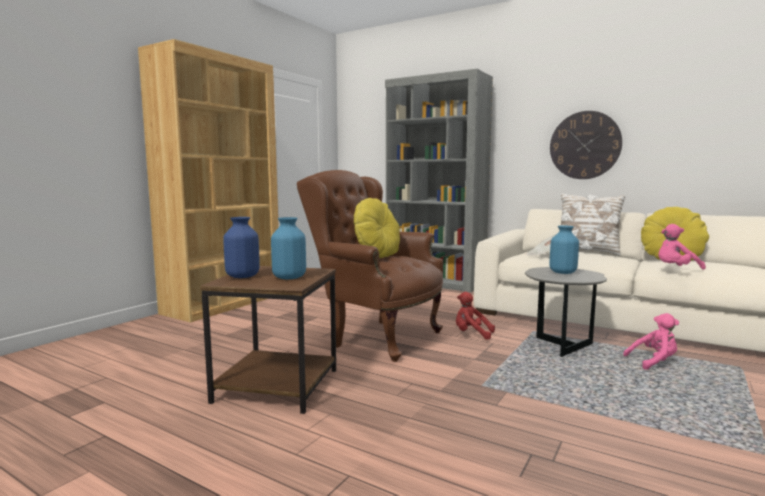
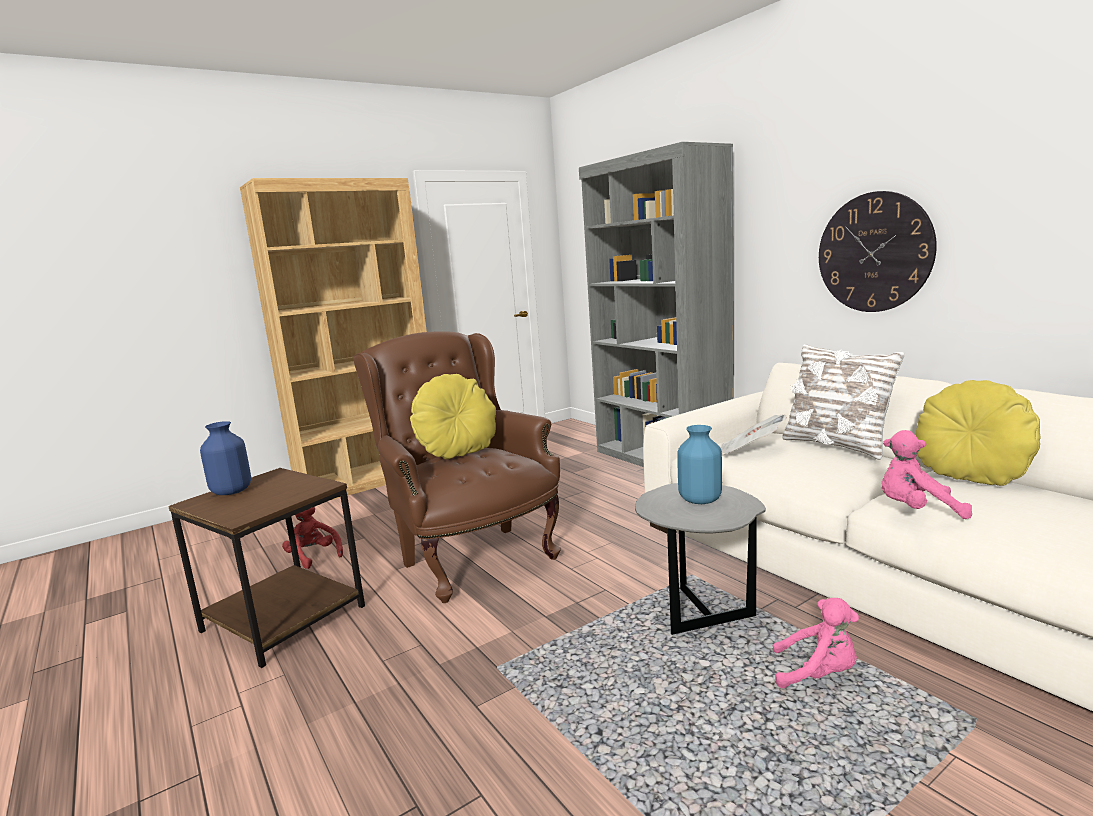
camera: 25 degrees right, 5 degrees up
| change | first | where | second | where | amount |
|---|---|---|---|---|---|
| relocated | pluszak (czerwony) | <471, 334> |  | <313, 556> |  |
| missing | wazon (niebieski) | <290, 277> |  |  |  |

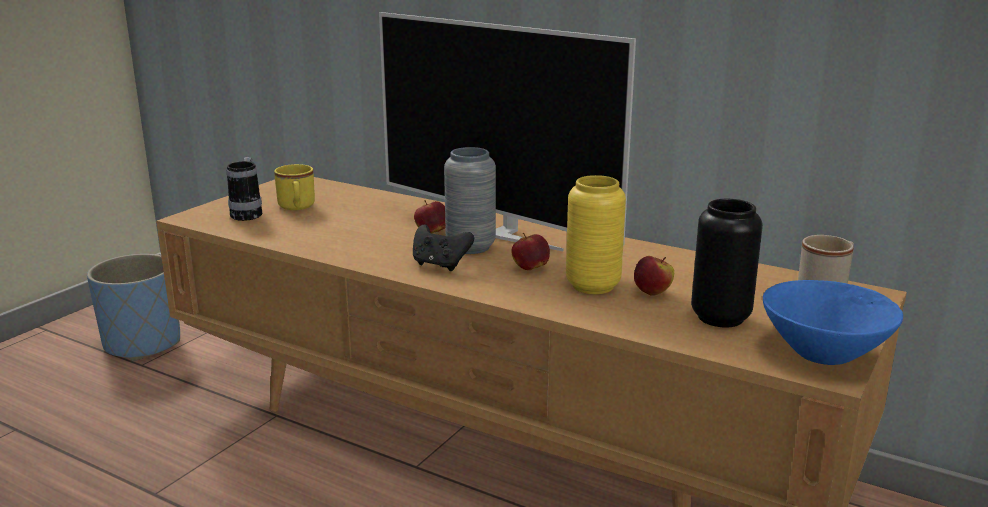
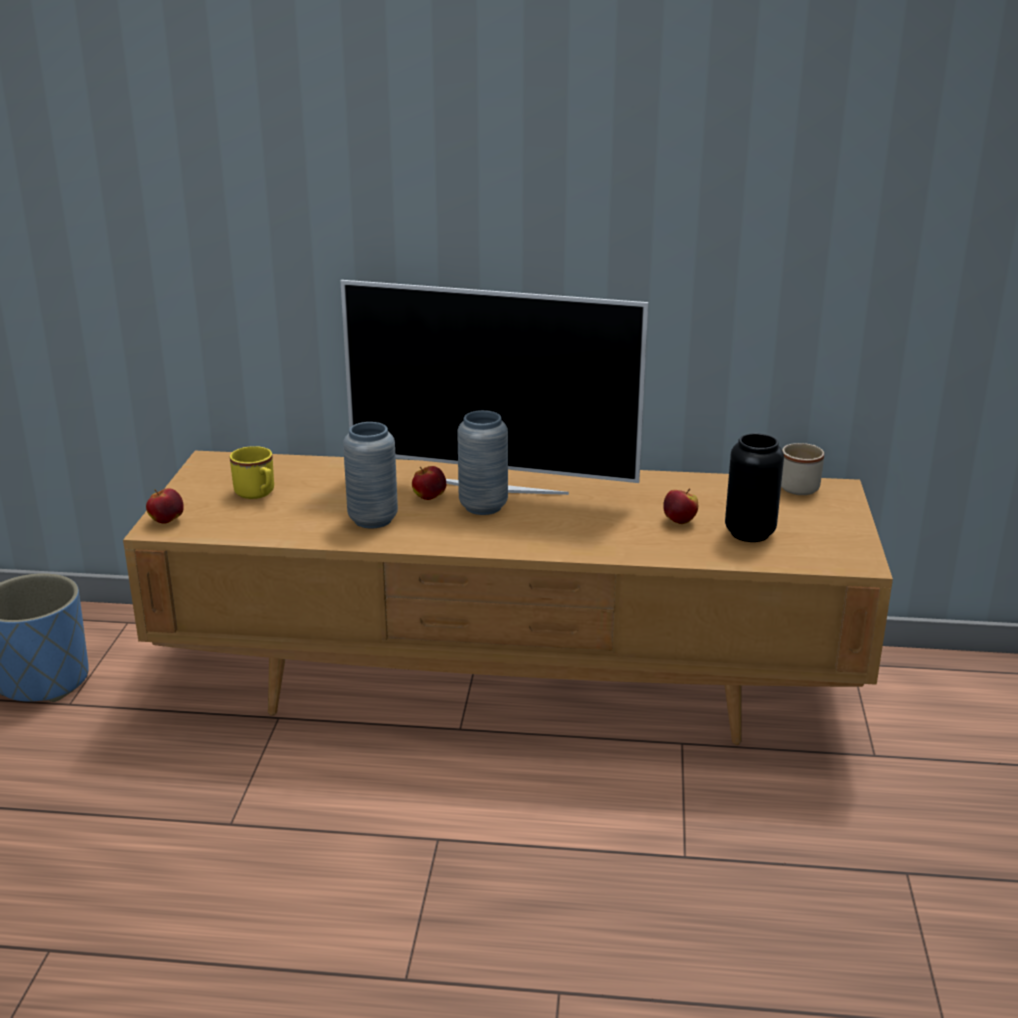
camera: 25 degrees left, 5 degrees up
| change | first | where | second | where | amount |
|---|---|---|---|---|---|
| relocated | jabłko | <530, 268> |  | <167, 521> |  |
| appeared |  |  | wazon (szary) | <373, 520> |  |
| missing | kubek | <248, 213> |  |  |  |
| missing | pad do gier (czarny) | <440, 265> |  |  |  |
| missing | wazon (żółty) | <593, 286> |  |  |  |
| missing | miska (niebieski) | <826, 354> |  |  |  |

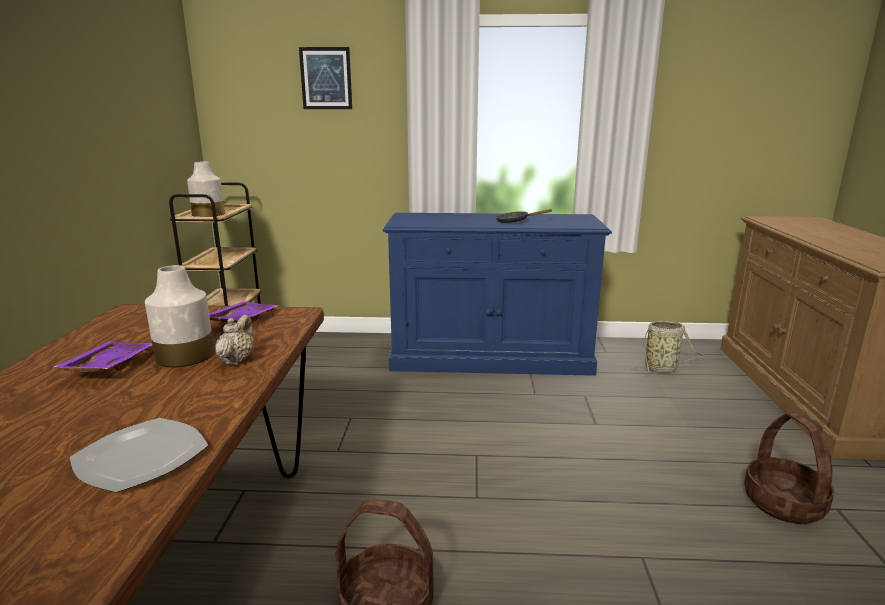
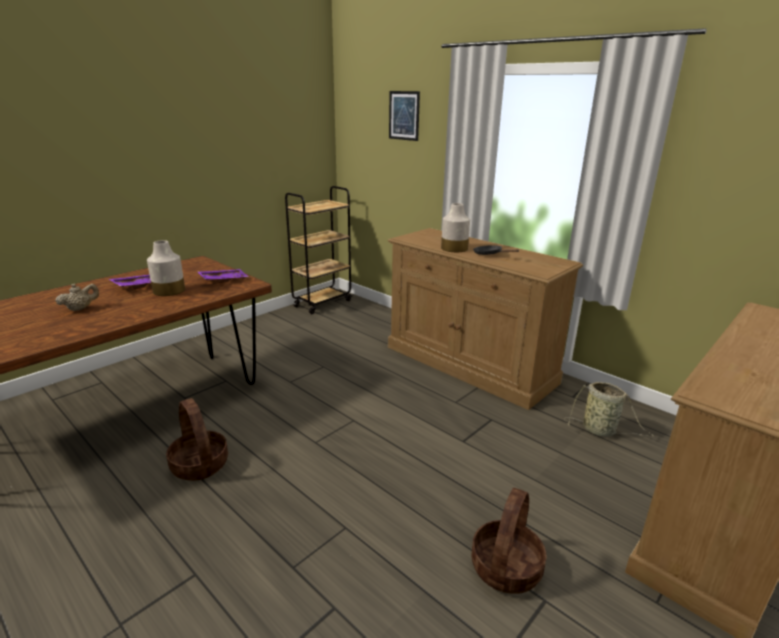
camera: 40 degrees right, 5 degrees up
| change | first | where | second | where | amount |
|---|---|---|---|---|---|
| relocated | imbryk (beżowy) | <237, 360> |  | <80, 309> |  |
| colour | szafka (niebieski) | <492, 358> | szafka (brązowy) | <469, 365> |  |
| relocated | wazon (beżowy) | <208, 214> |  | <454, 248> |  |
| missing | talerz | <143, 457> |  |  |  |

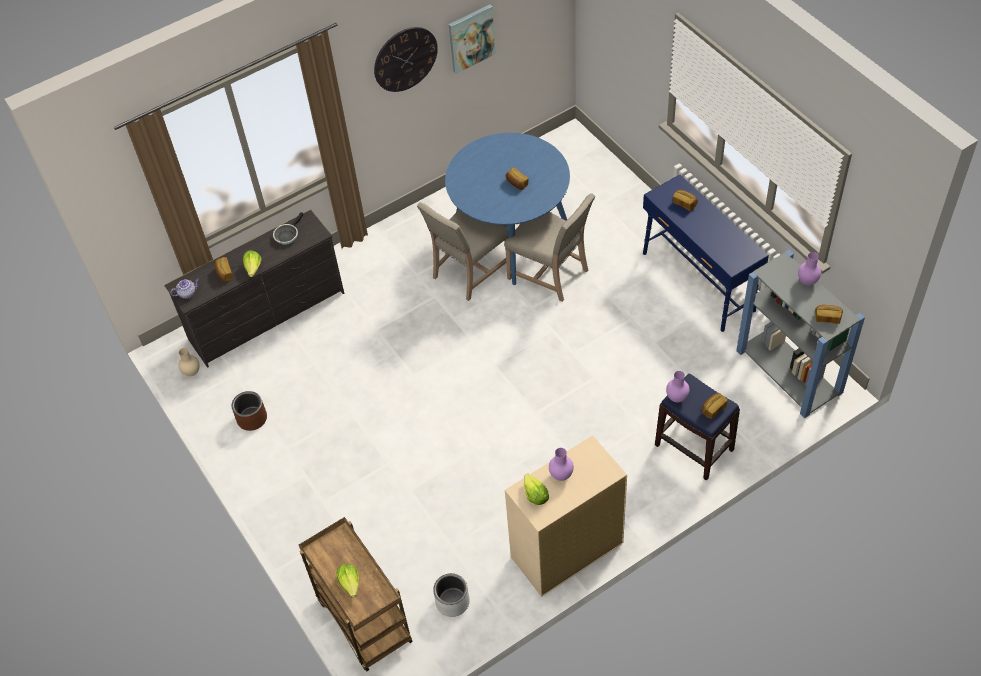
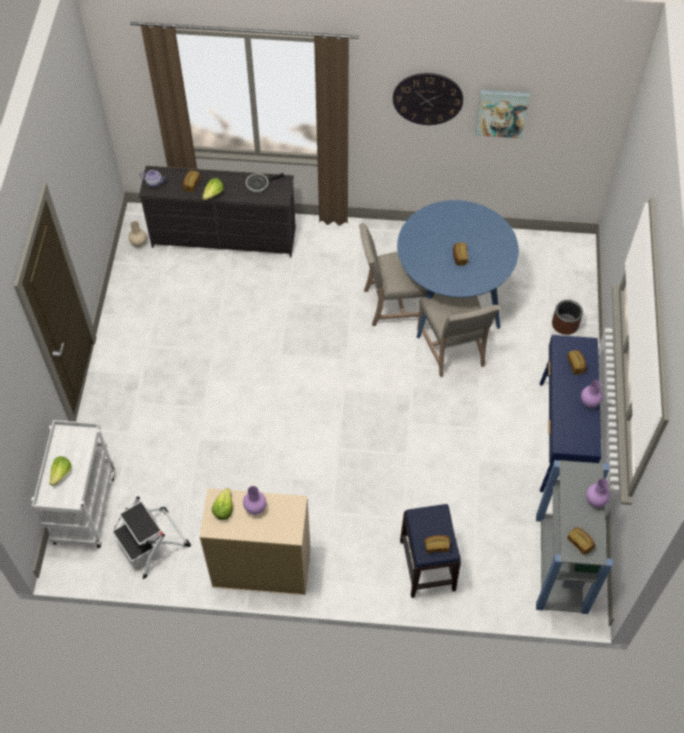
camera: 35 degrees right, 5 degrees up
| change | first | where | second | where | amount |
|---|---|---|---|---|---|
| colour | wózek (brązowy) | <362, 620> | wózek (biały) | <84, 507> |  |
| exchanged | donica (szary) | <453, 601> | drabinka | <151, 542> |  |
| relocated | donica (brązowy) | <252, 418> |  | <565, 324> |  |
| relocated | wazon (fioletowy) | <677, 397> |  | <589, 403> |  |

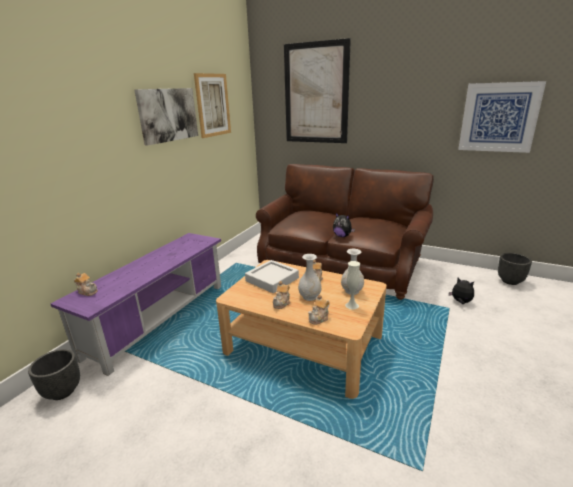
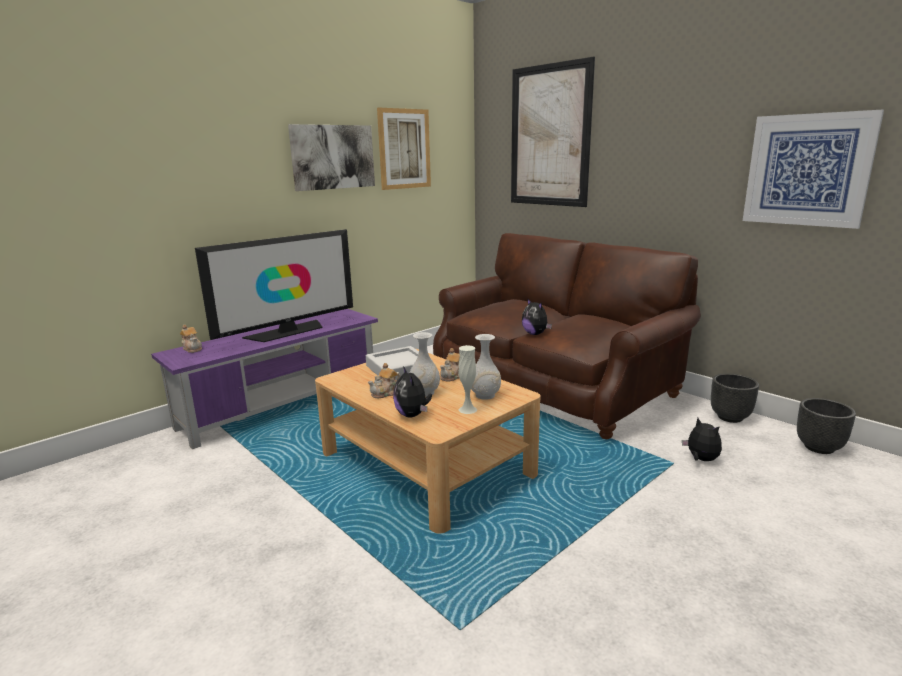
camera: 20 degrees right, 5 degrees down
| change | first | where | second | where | amount |
|---|---|---|---|---|---|
| appeared |  |  | telewizor | <288, 331> |  |
| exchanged | imbryk | <319, 318> | pluszak | <412, 415> |  |
| relocated | donica (czarny) | <63, 391> |  | <730, 417> |  |

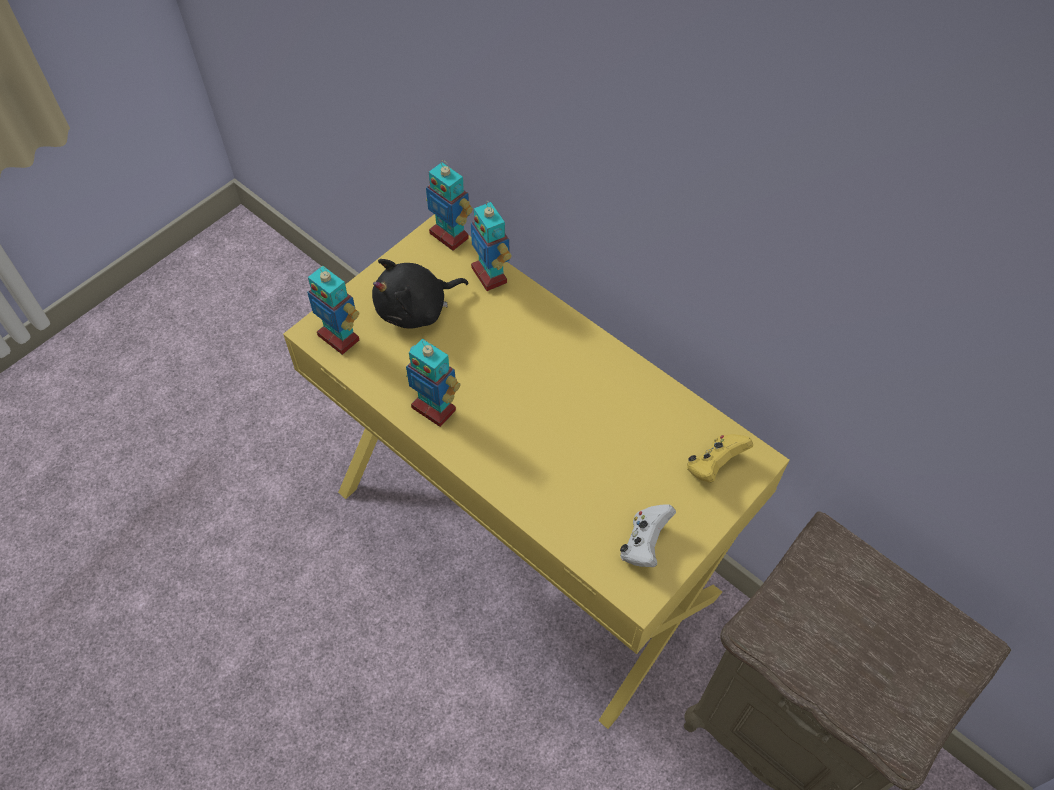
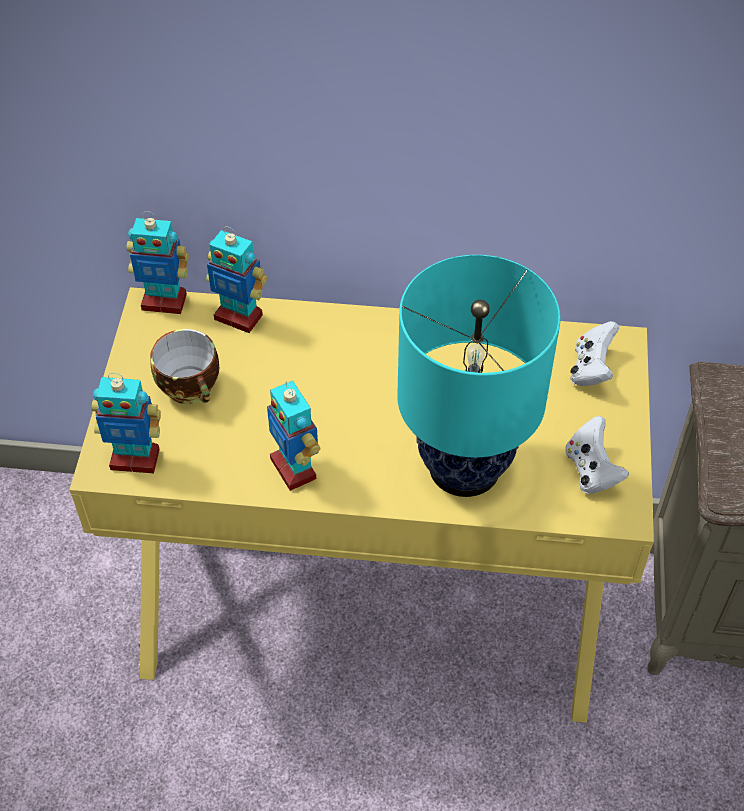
camera: 35 degrees left, 5 degrees down
| change | first | where | second | where | amount |
|---|---|---|---|---|---|
| exchanged | pluszak (czarny) | <416, 309> | filiżanka | <192, 388> |  |
| spun | robot zabawkowy | <434, 408> |  | <294, 468> | 60 degrees clockwise |
| appeared |  |  | lampa stołowa (turkusowy) | <464, 468> |  |
| colour | pad do gier (żółty) | <714, 466> | pad do gier (biały) | <591, 369> |  |

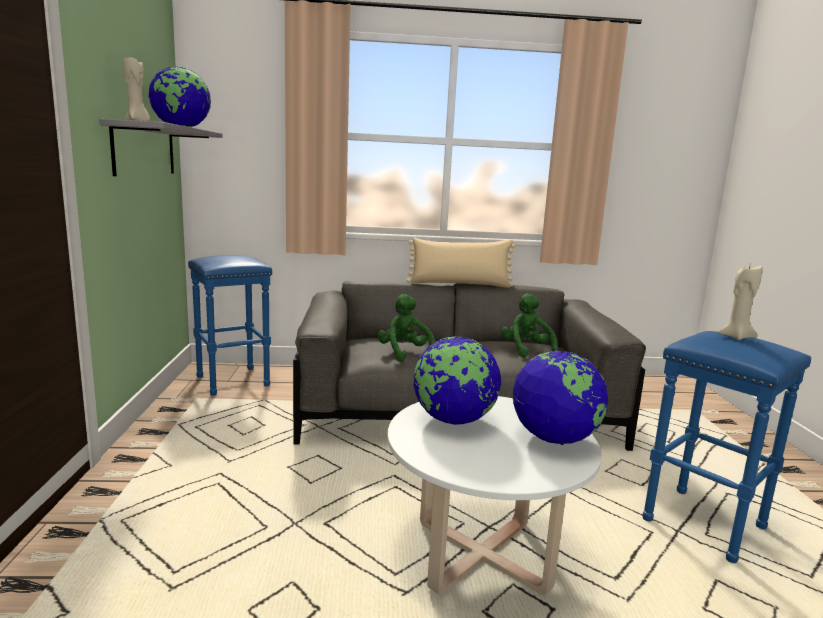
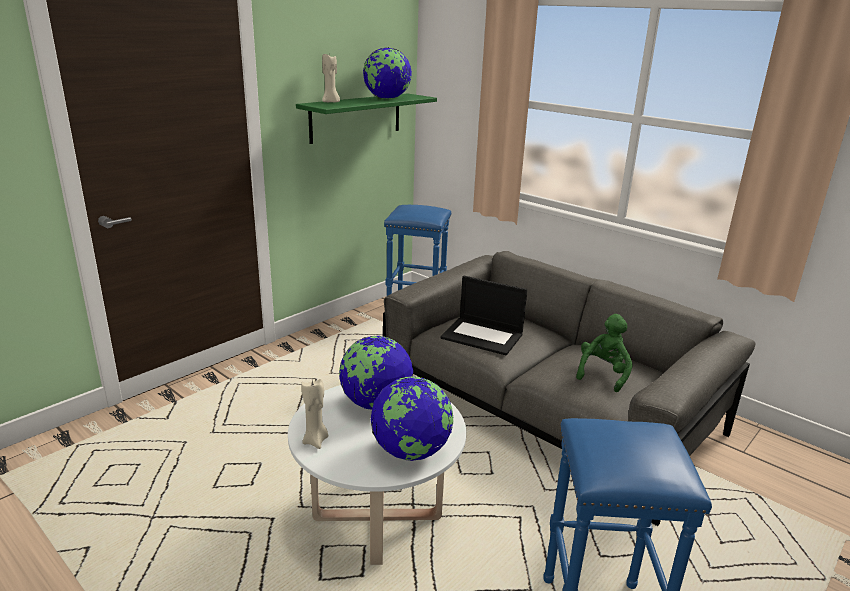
camera: 45 degrees right, 10 degrees up
| change | first | where | second | where | amount |
|---|---|---|---|---|---|
| colour | półka (szary) | <144, 150> | półka (zielony) | <356, 117> |  |
| relocated | świeca (beżowy) | <735, 337> |  | <316, 441> |  |
| exchanged | pluszak (zielony) | <404, 353> | laptop | <483, 336> |  |
| missing | poduszka (beżowy) | <460, 284> |  |  |  |

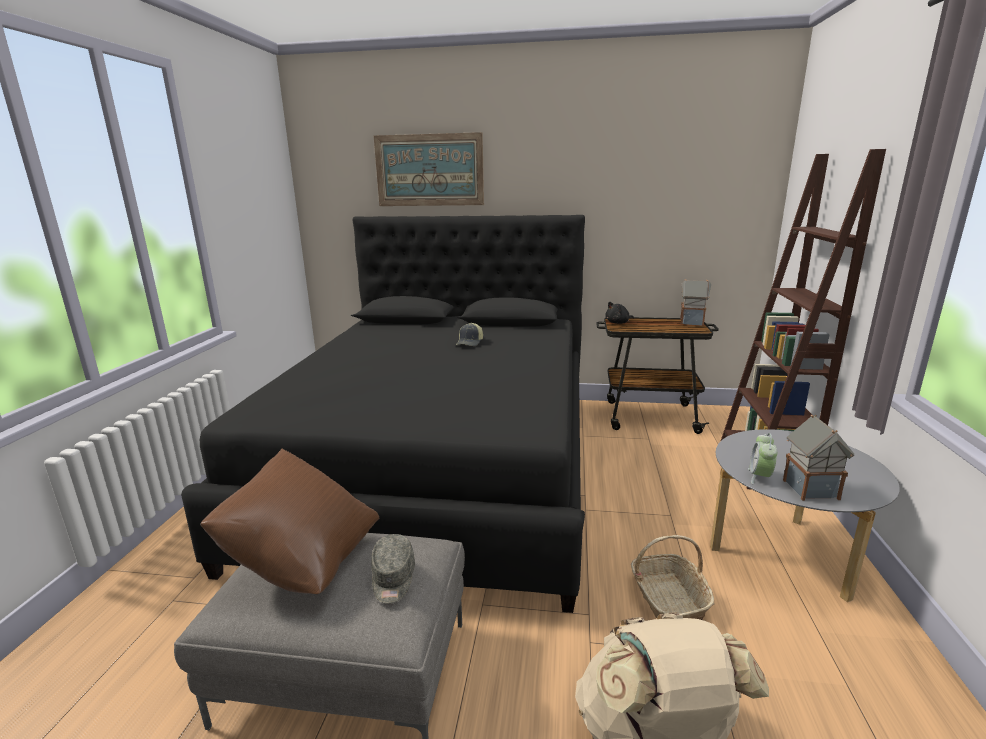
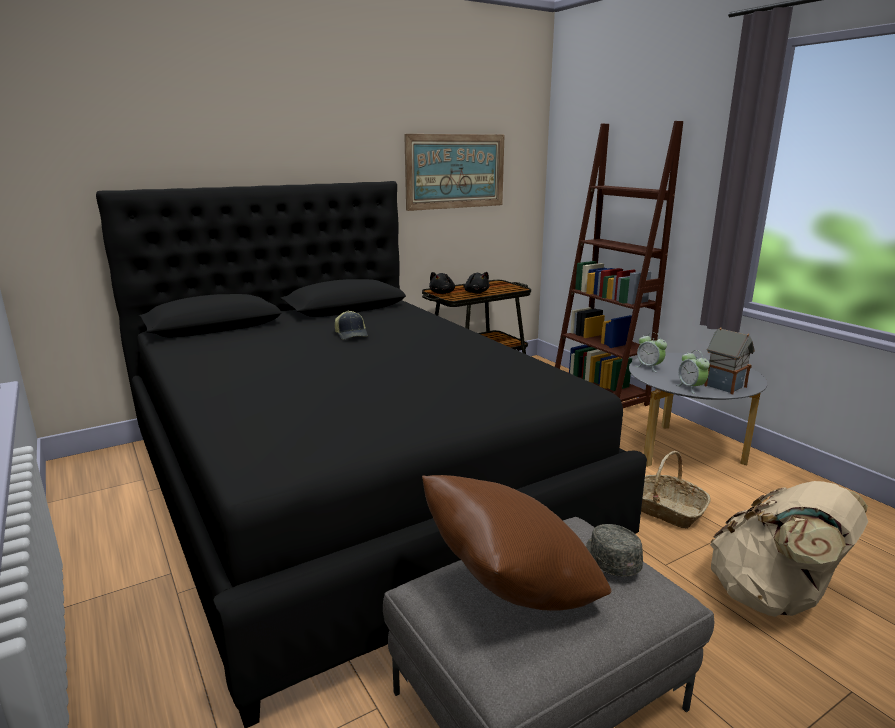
camera: 40 degrees left, 0 degrees up
| change | first | where | second | where | amount |
|---|---|---|---|---|---|
| relocated | obraz | <429, 170> |  | <455, 171> |  |
| appeared |  |  | pluszak (czarny) | <476, 292> |  |
| spun | czapka z daszkiem (szary) | <393, 579> |  | <611, 559> | 150 degrees counterclockwise |
| appeared |  |  | budzik | <649, 367> |  |
| missing | domek | <692, 322> |  |  |  |

